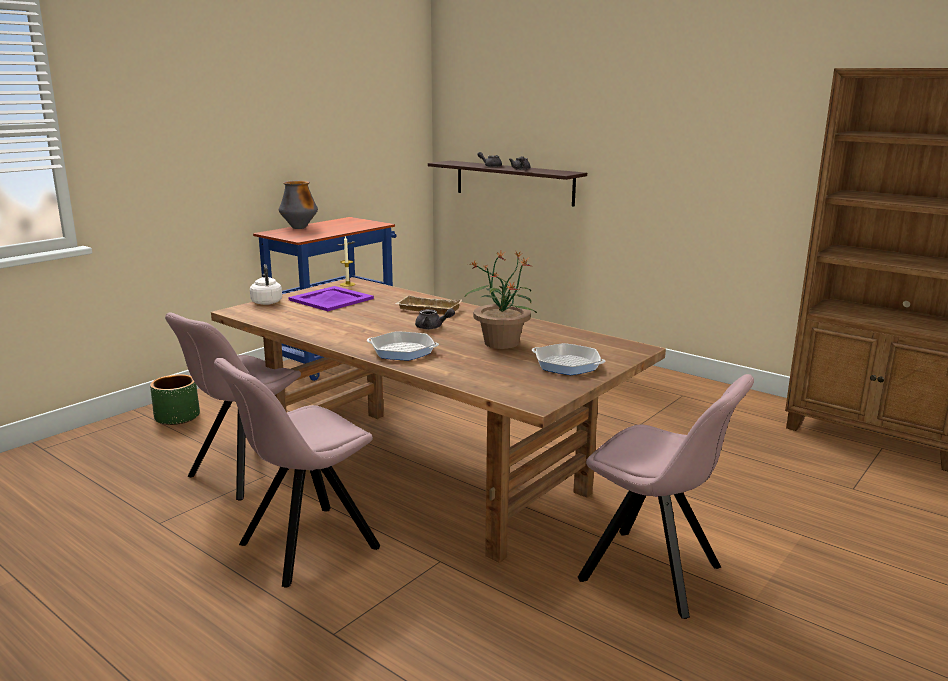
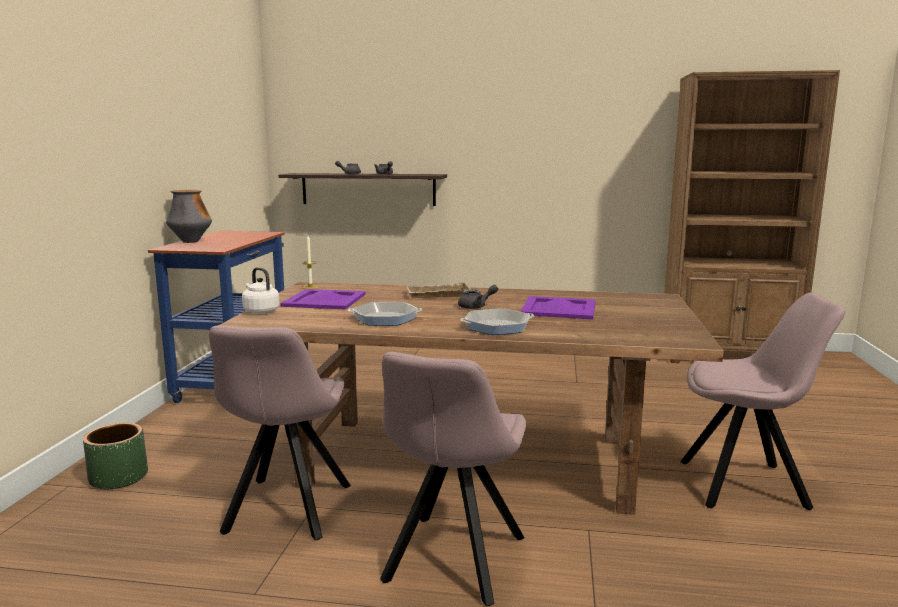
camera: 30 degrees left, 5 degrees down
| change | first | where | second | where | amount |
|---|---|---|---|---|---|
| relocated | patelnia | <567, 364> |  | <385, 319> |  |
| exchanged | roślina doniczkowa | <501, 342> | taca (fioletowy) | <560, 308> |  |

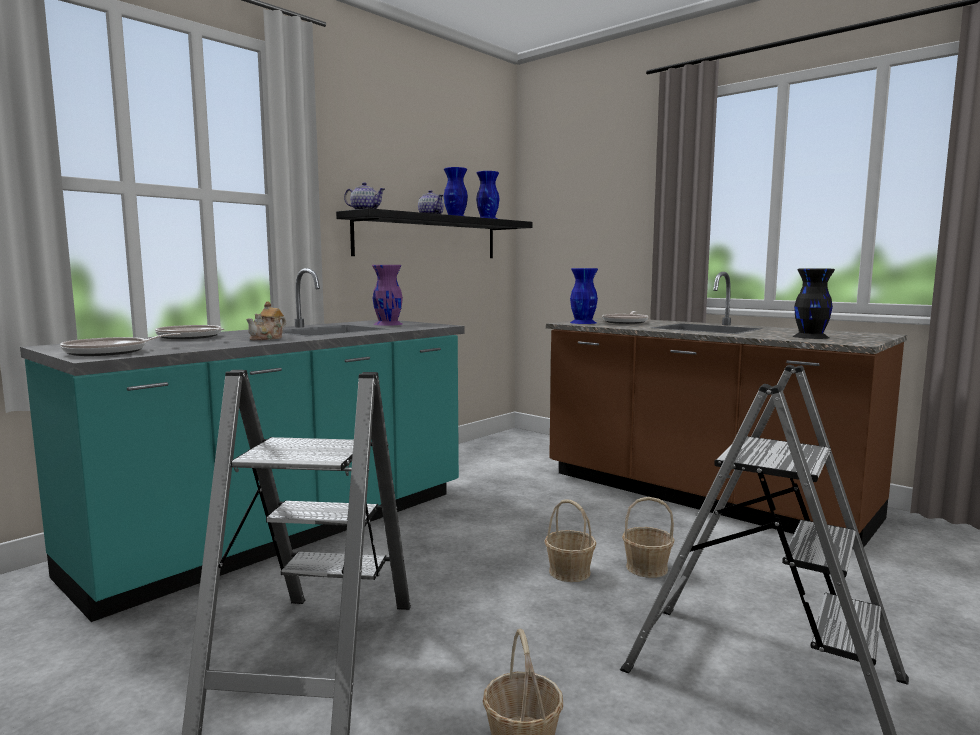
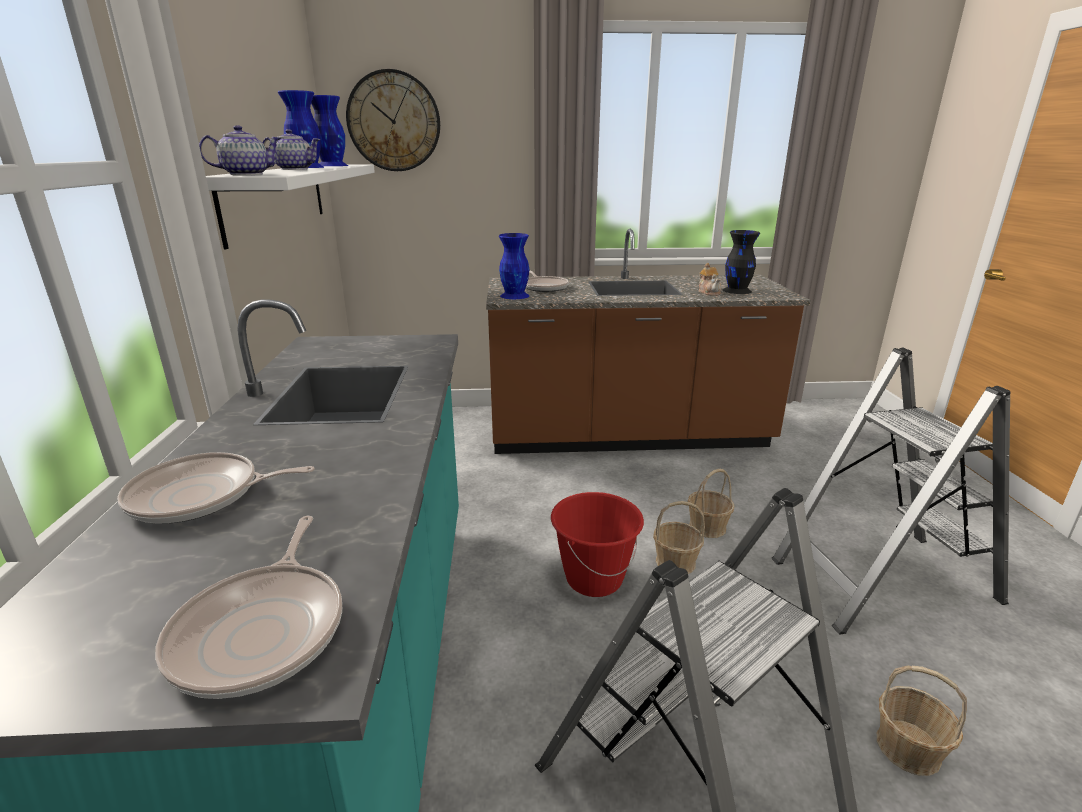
camera: 45 degrees left, 15 degrees up
| change | first | where | second | where | amount |
|---|---|---|---|---|---|
| colour | półka (czarny) | <428, 237> | półka (biały) | <277, 199> |  |
| appeared |  |  | zegar ścienny | <394, 121> |  |
| appeared |  |  | wiadro (czerwony) | <593, 578> |  |
| relocated | imbryk | <268, 338> |  | <709, 292> |  |
| missing | wazon (fioletowy) | <388, 324> |  |  |  |

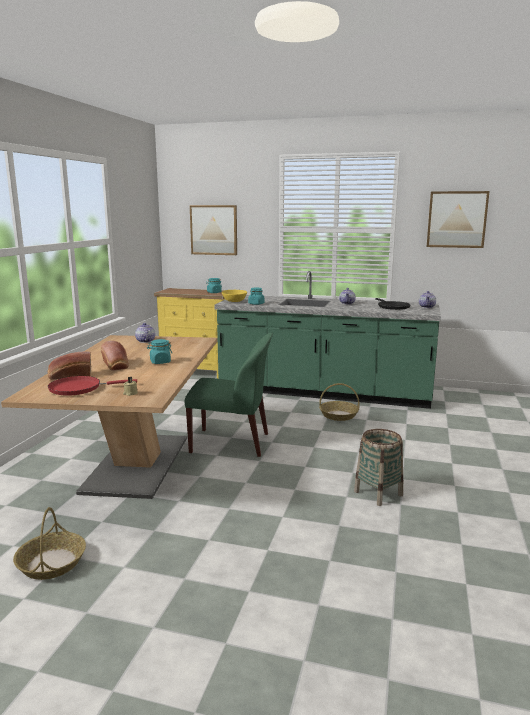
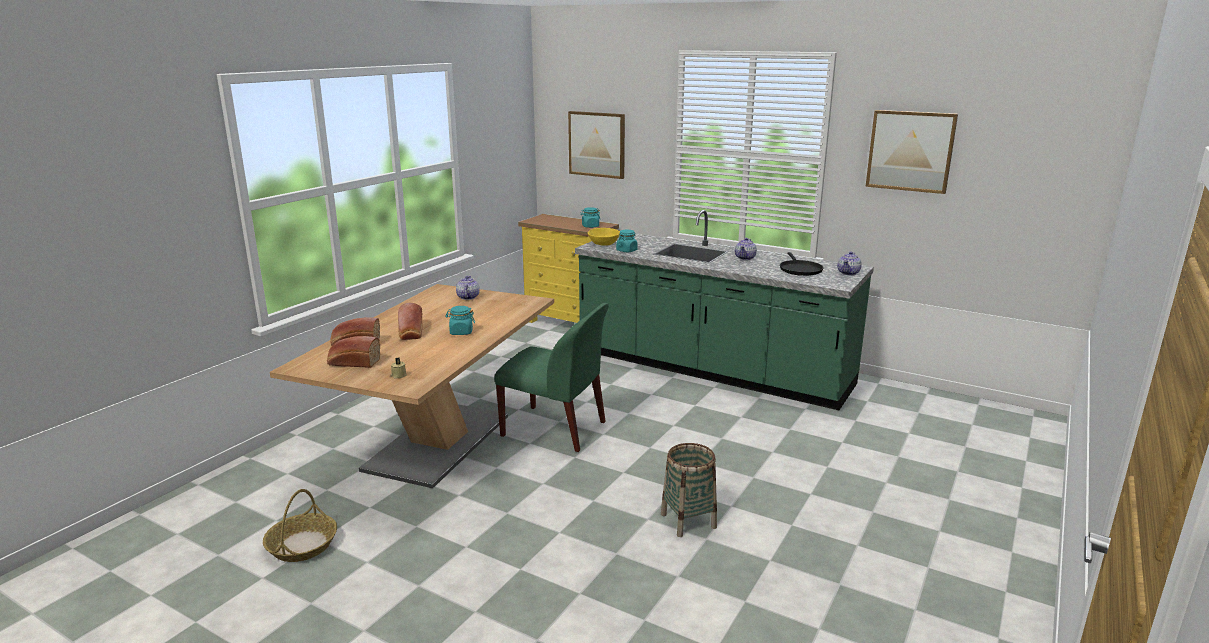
camera: 15 degrees right, 5 degrees up
| change | first | where | second | where | amount |
|---|---|---|---|---|---|
| exchanged | patelnia (czerwony) | <79, 388> | chleb | <353, 362> |  |
| missing | koszyk | <339, 415> |  |  |  |

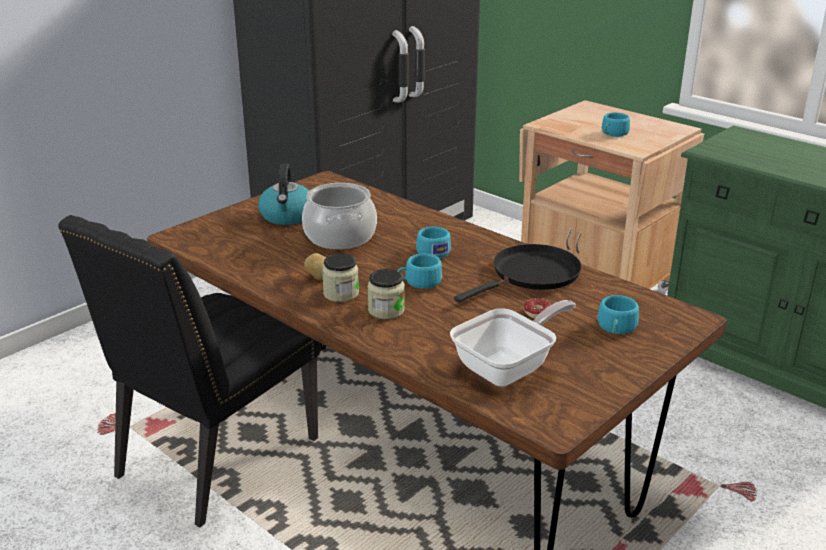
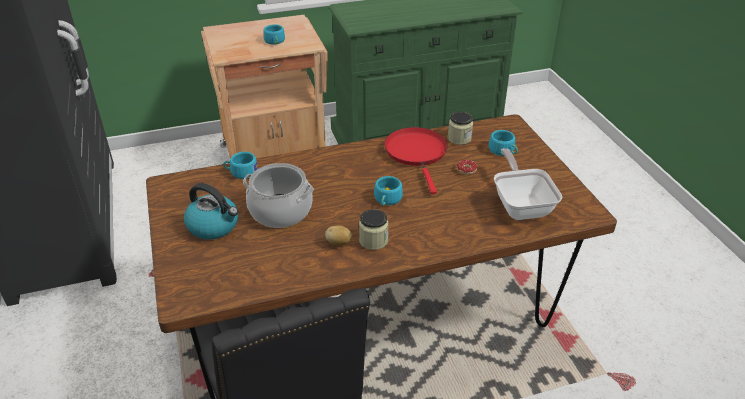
camera: 60 degrees left, 10 degrees up
| change | first | where | second | where | amount |
|---|---|---|---|---|---|
| relocated | filiżanka (turkusowy) | <431, 251> |  | <241, 172> |  |
| colour | patelnia (czarny) | <531, 275> | patelnia (czerwony) | <417, 153> |  |
| relocated | słoik | <386, 310> |  | <459, 138> |  |

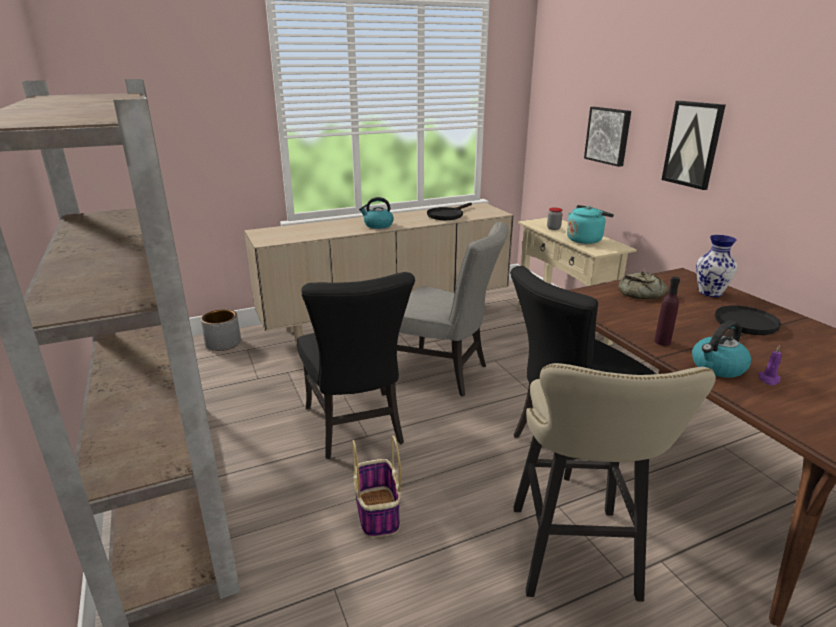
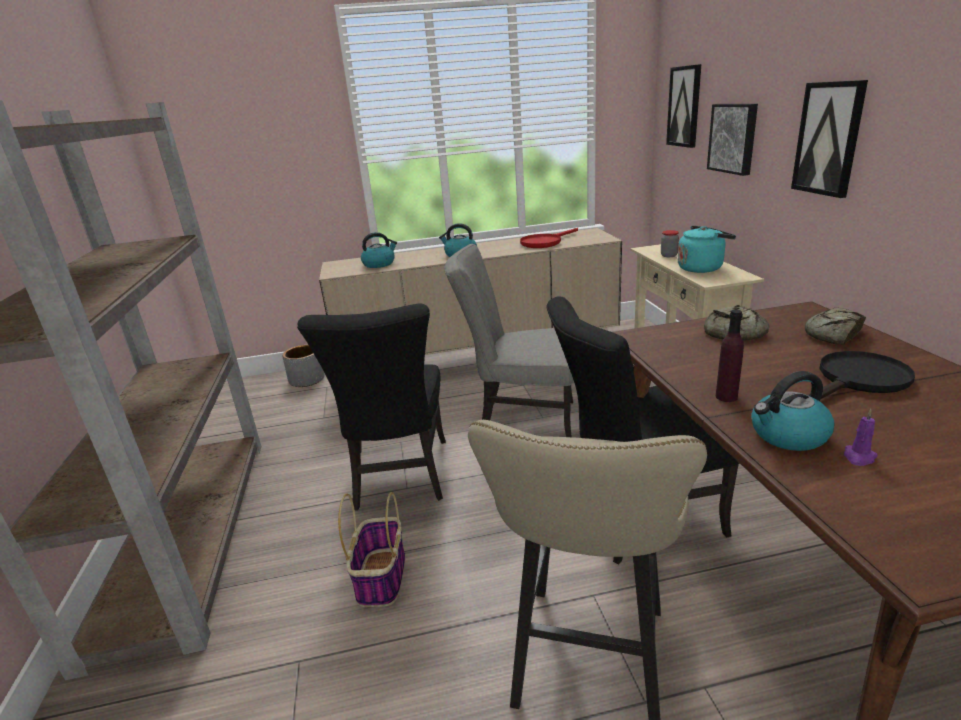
camera: 15 degrees right, 0 degrees up
| change | first | where | second | where | amount |
|---|---|---|---|---|---|
| appeared |  |  | czajnik | <379, 264> |  |
| spun | krzesło (szary) | <445, 373> |  | <520, 421> | 150 degrees clockwise |
| colour | patelnia (czarny) | <447, 215> | patelnia (czerwony) | <544, 242> |  |
| appeared |  |  | obraz | <684, 106> |  |
| exchanged | wazon | <710, 293> | chleb | <833, 334> |  |

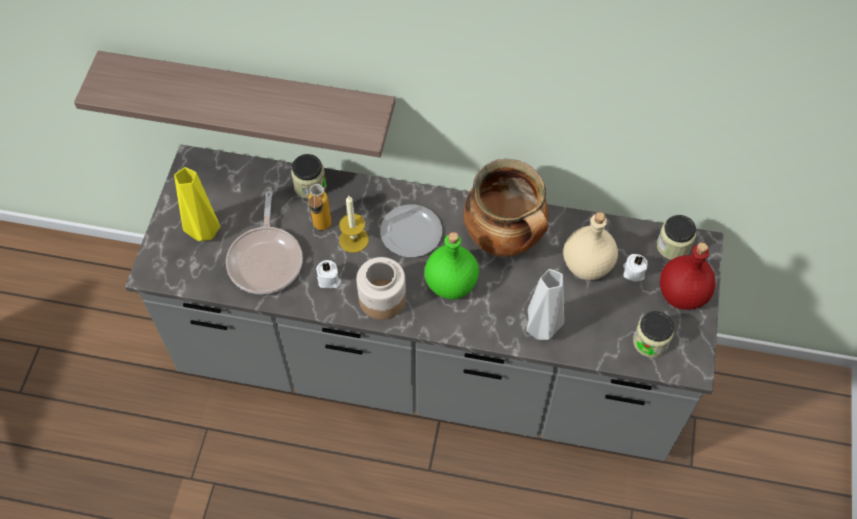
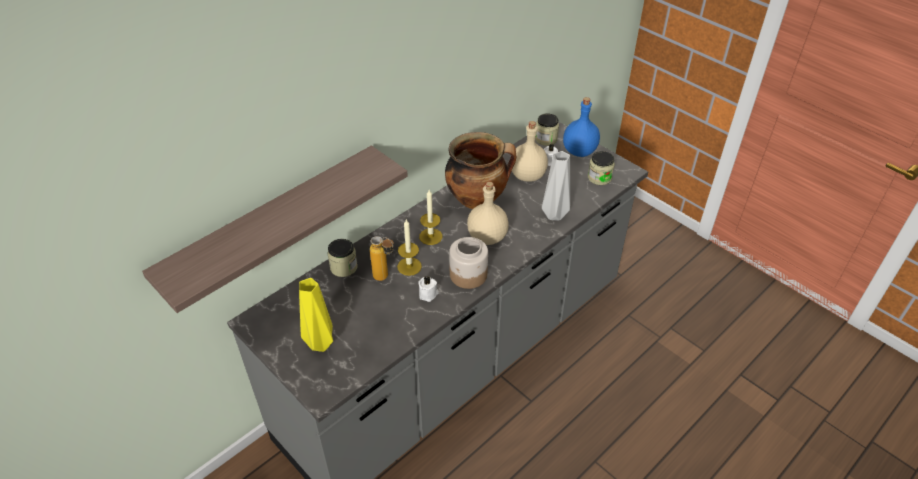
camera: 55 degrees left, 15 degrees down
| change | first | where | second | where | amount |
|---|---|---|---|---|---|
| exchanged | talerz | <411, 231> | świeca | <430, 236> |  |
| colour | butelka (zielony) | <451, 284> | butelka (beżowy) | <488, 237> |  |
| colour | butelka (czerwony) | <682, 293> | butelka (niebieski) | <579, 151> |  |
| missing | patelnia | <266, 259> |  |  |  |

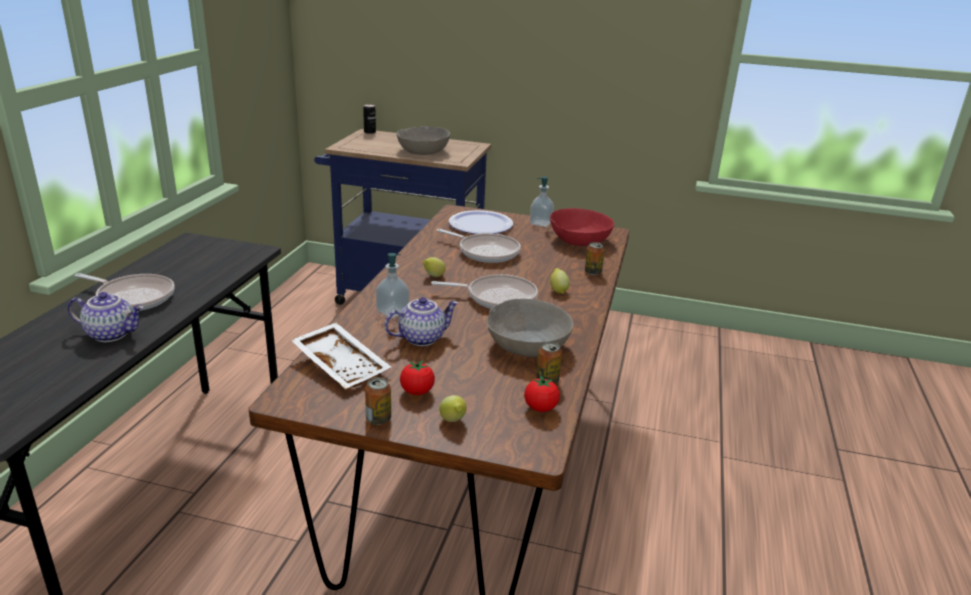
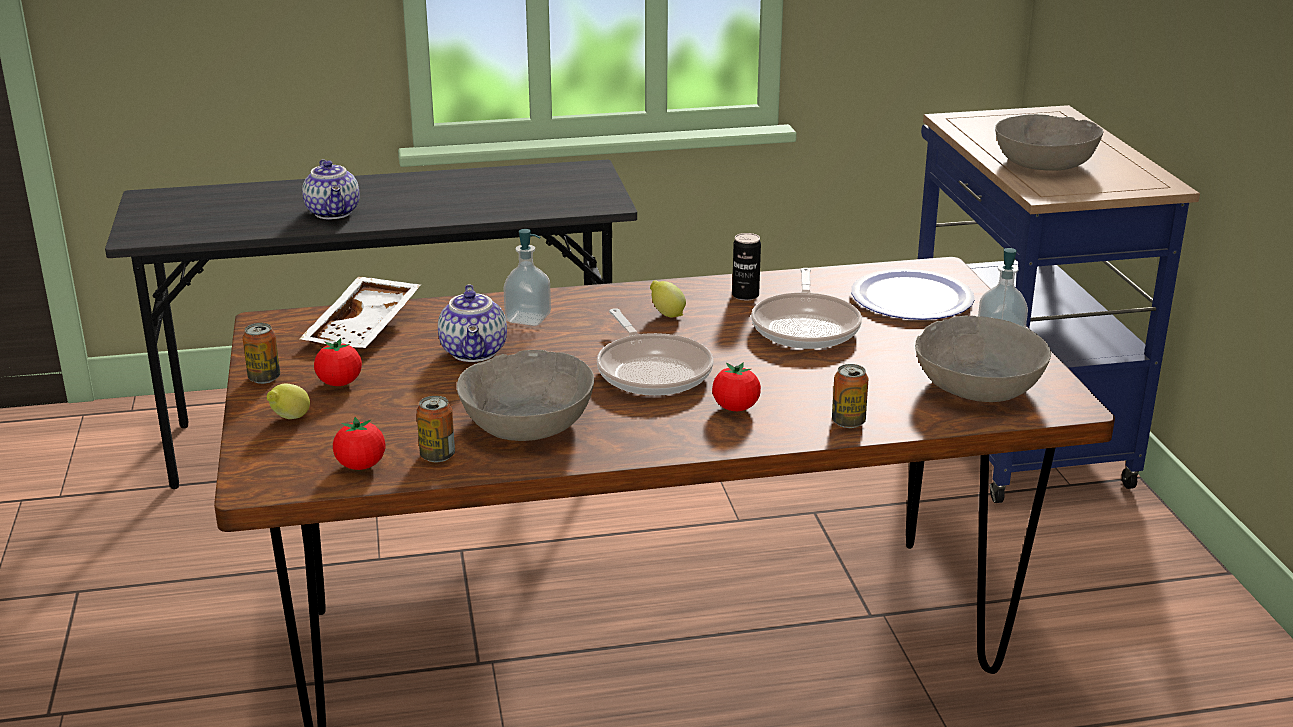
camera: 65 degrees right, 0 degrees up
| change | first | where | second | where | amount |
|---|---|---|---|---|---|
| spun | imbryk | <421, 338> |  | <475, 352> | 45 degrees clockwise |
| exchanged | cytryna | <558, 290> | pomidor | <735, 408> |  |
| relocated | puszka | <370, 132> |  | <745, 295> |  |
| colour | miska (czerwony) | <580, 240> | miska (szary) | <978, 385> |  |
| missing | patelnia | <133, 297> |  |  |  |

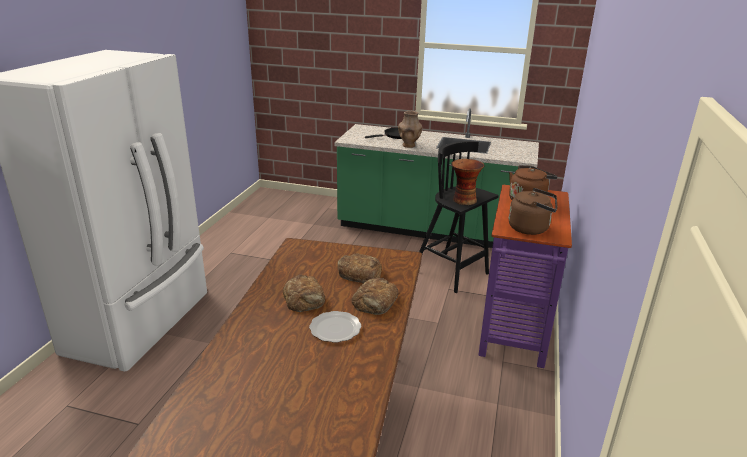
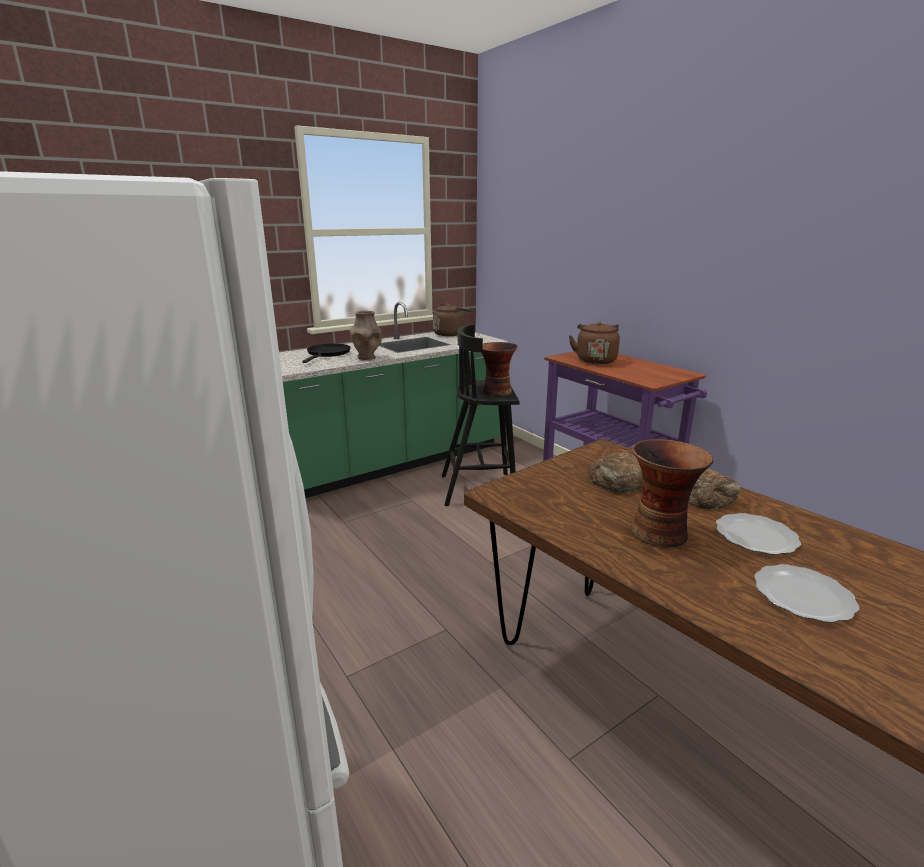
camera: 50 degrees left, 5 degrees down
| change | first | where | second | where | amount |
|---|---|---|---|---|---|
| relocated | czajnik (brązowy) | <531, 228> |  | <450, 334> |  |
| exchanged | chleb | <305, 298> | wazon | <660, 532> |  |
| appeared |  |  | talerz | <801, 595> |  |

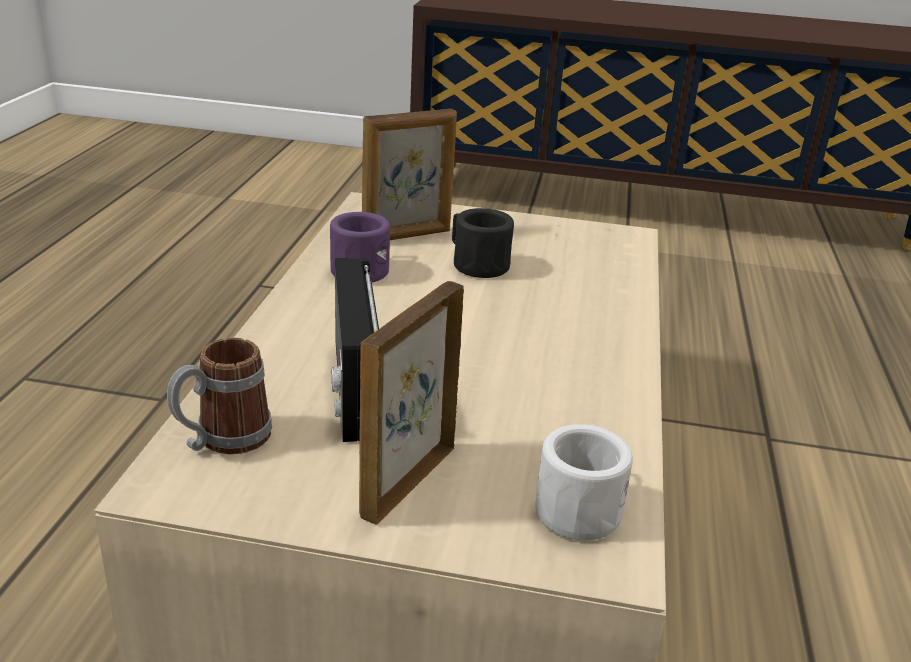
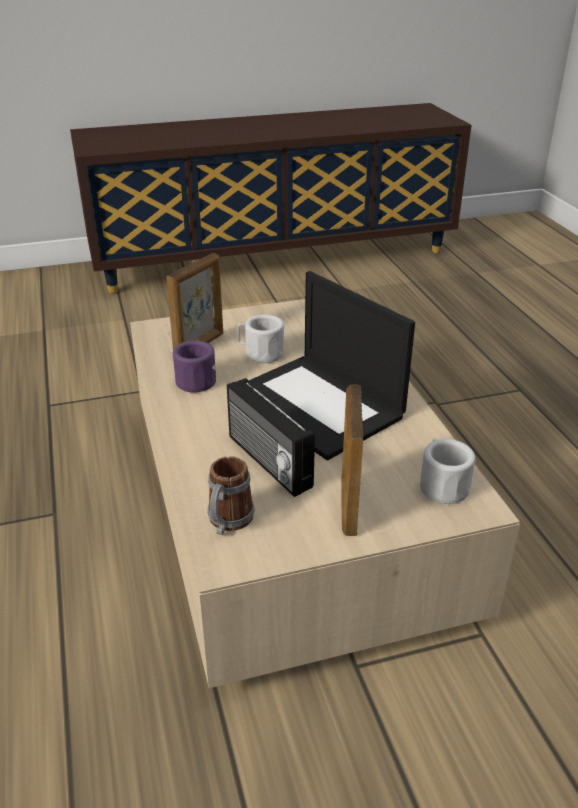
camera: 25 degrees left, 5 degrees up
| change | first | where | second | where | amount |
|---|---|---|---|---|---|
| colour | kubek (czarny) | <476, 264> | kubek (biały) | <260, 353> |  |
| appeared |  |  | laptop | <319, 405> |  |

